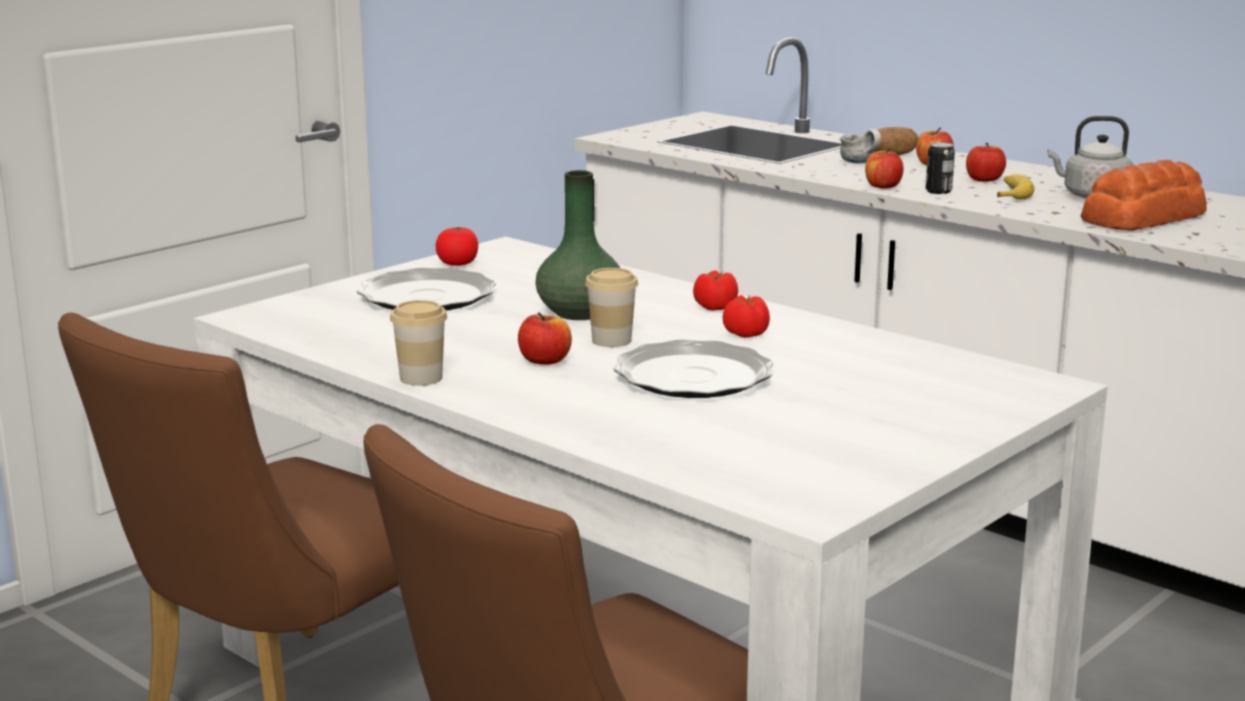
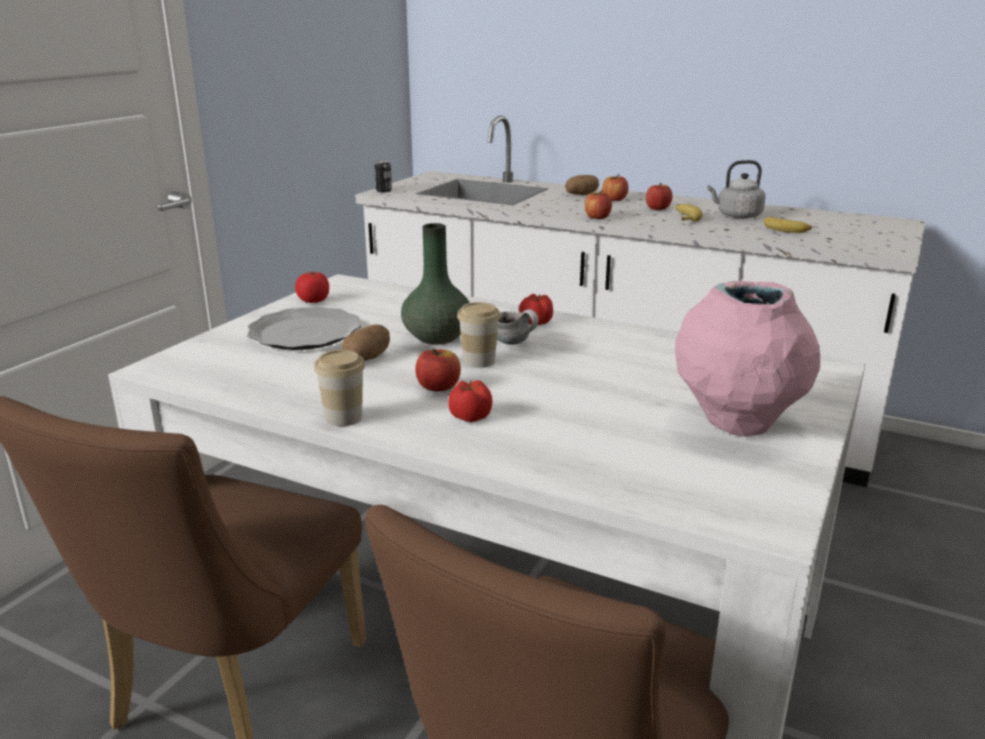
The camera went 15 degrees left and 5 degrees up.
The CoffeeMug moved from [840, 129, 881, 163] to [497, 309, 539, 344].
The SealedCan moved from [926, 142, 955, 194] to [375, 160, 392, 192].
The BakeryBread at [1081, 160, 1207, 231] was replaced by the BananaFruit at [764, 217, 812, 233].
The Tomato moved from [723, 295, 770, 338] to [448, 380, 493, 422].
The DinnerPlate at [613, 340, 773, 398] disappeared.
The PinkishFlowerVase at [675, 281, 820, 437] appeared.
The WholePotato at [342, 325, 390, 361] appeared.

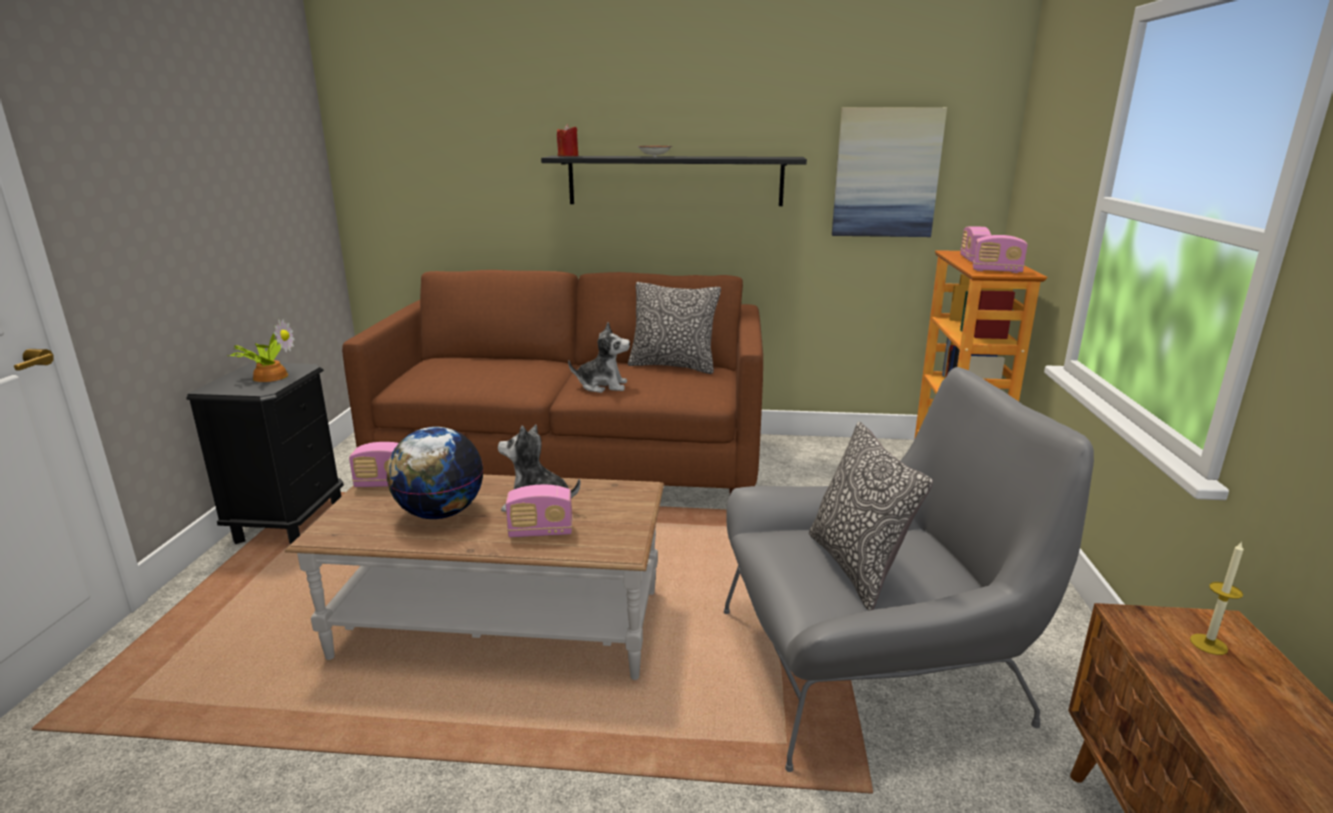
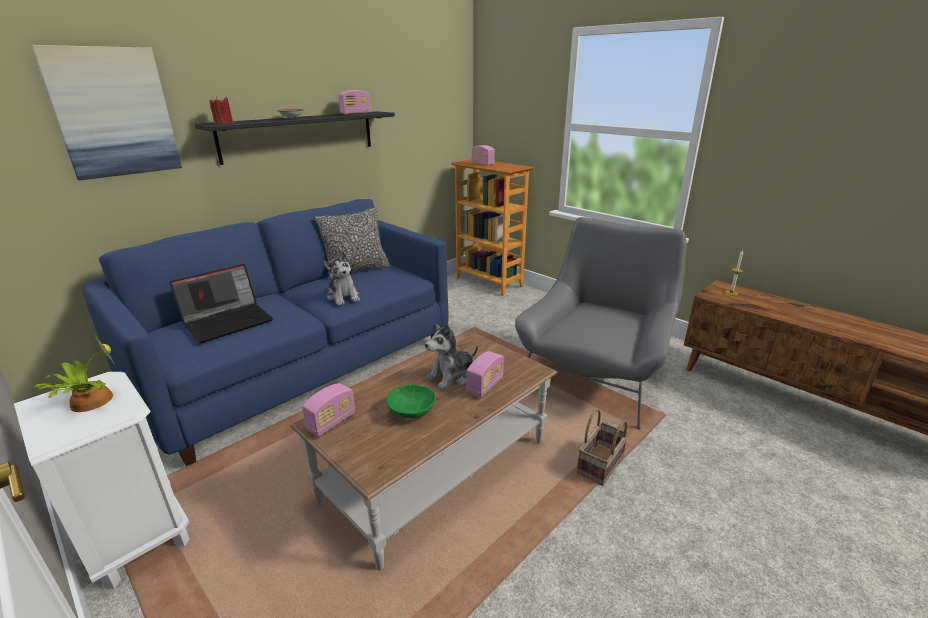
The camera went 50 degrees left and 5 degrees up.
The WallPicture moved from [832, 107, 947, 237] to [31, 45, 182, 180].
The Radio moved from [973, 235, 1028, 273] to [338, 90, 371, 115].
The BrownishCouch at [342, 270, 763, 494] became the BlueCouch at [82, 199, 448, 466].
The SoftToy at [568, 322, 630, 393] turned 105 degrees clockwise.
The BlackColouredBedsideTable at [186, 362, 344, 544] became the WhitishBedsideTable at [14, 372, 190, 589].
The ThrowPillow at [809, 422, 933, 610] disappeared.
The DeskGlobe at [386, 427, 483, 519] was replaced by the GreenServingBowl at [387, 384, 436, 418].
The NotebookComputer at [169, 264, 273, 343] appeared.
The Basket at [577, 409, 629, 486] appeared.

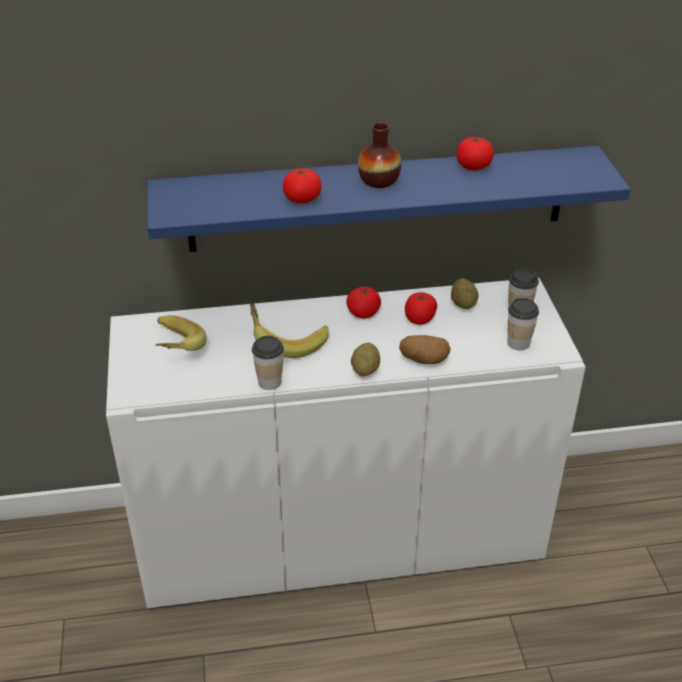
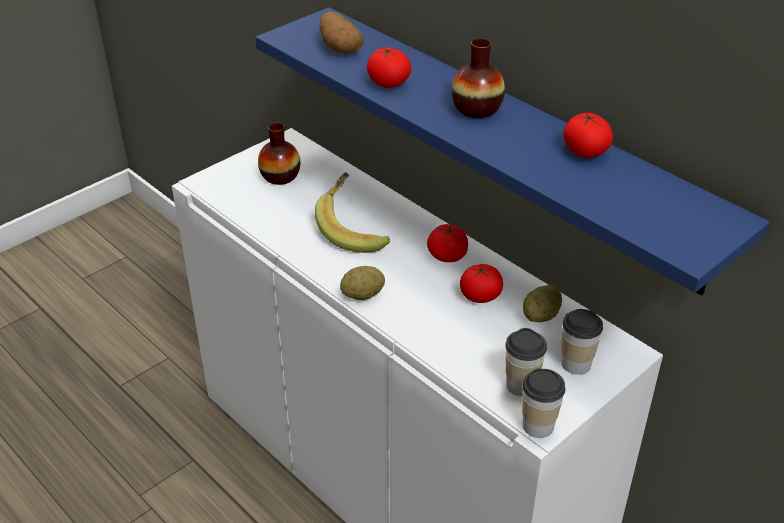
The camera went 55 degrees right and 0 degrees up.
The BananaFruit at [155, 315, 206, 351] was replaced by the FlowerVase at [258, 123, 300, 185].
The WholePotato moved from [399, 335, 450, 364] to [319, 11, 364, 53].
The SmallCup moved from [252, 336, 284, 390] to [522, 368, 565, 438].

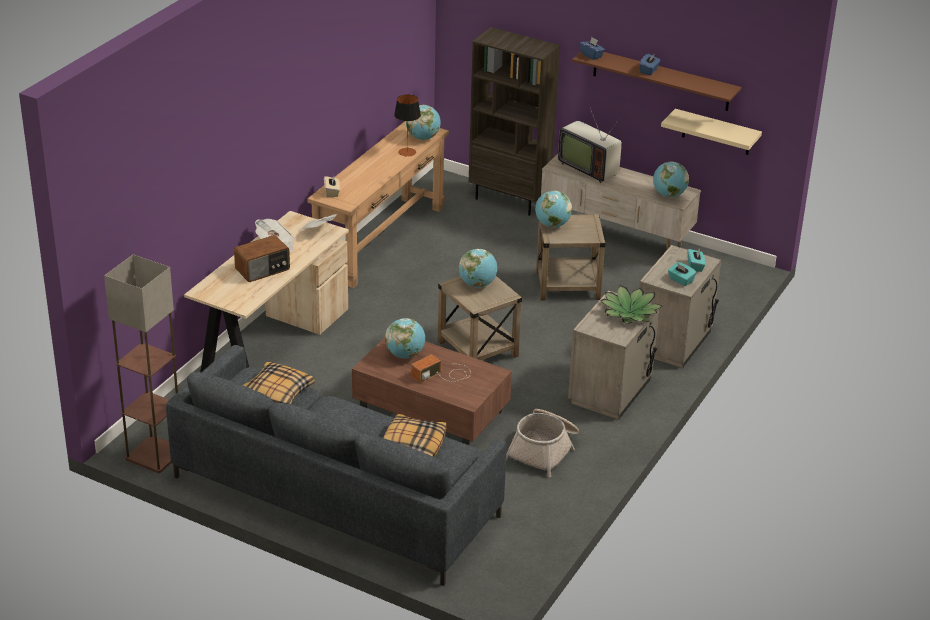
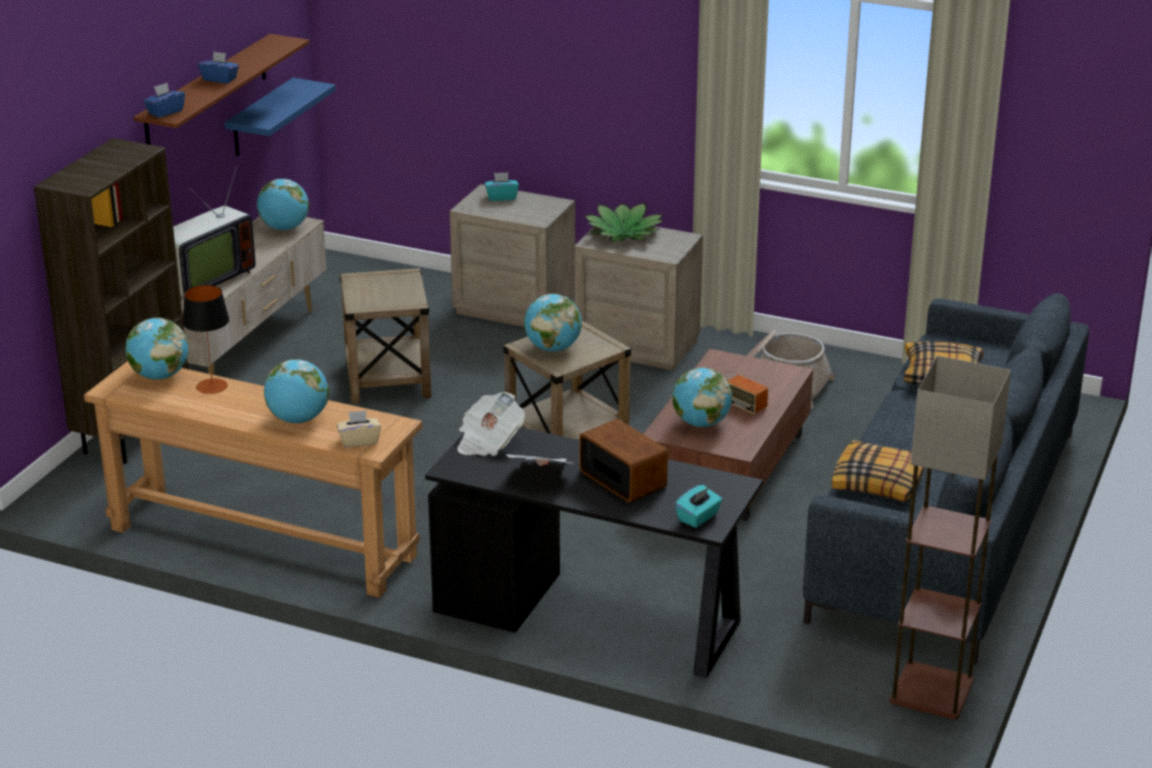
The camera went 95 degrees left and 5 degrees down.
The BeigeColouredBracketShelf at [661, 109, 762, 155] became the BlueBracketShelf at [225, 78, 336, 156].
The DeskGlobe moved from [535, 191, 572, 227] to [264, 359, 329, 423].
The BeigeColouredDeskUnit at [184, 211, 349, 372] became the BlackColouredDeskUnit at [425, 427, 763, 678].
The BlueGreenTissueBox moved from [668, 262, 696, 286] to [675, 485, 722, 528].

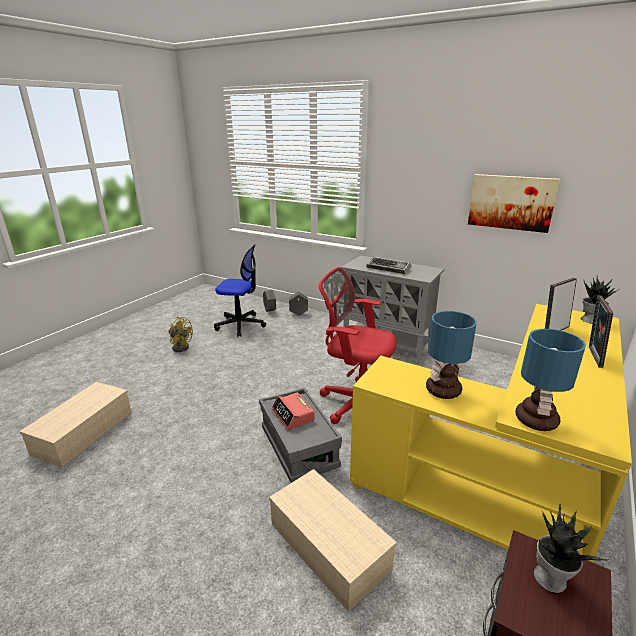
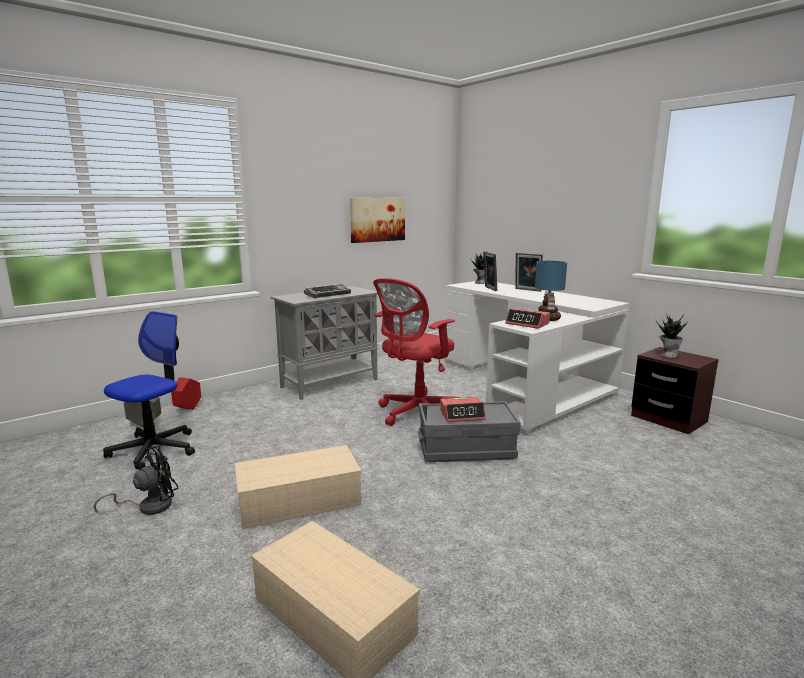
The camera went 70 degrees left and 10 degrees down.
The GreyishPlantPot at [289, 292, 308, 316] became the ReddishPlantPot at [171, 377, 201, 410].
The YellowishDeskUnit at [350, 304, 632, 563] became the WhitishDeskUnit at [445, 281, 630, 435].
The YellowishFan at [168, 317, 193, 352] became the BlackColouredFan at [94, 446, 178, 515].
The TableLamp at [515, 329, 586, 431] disappeared.
The BeigeColouredStorageBox moved from [269, 469, 397, 612] to [235, 445, 361, 529].
The TableClock at [505, 308, 550, 329] appeared.

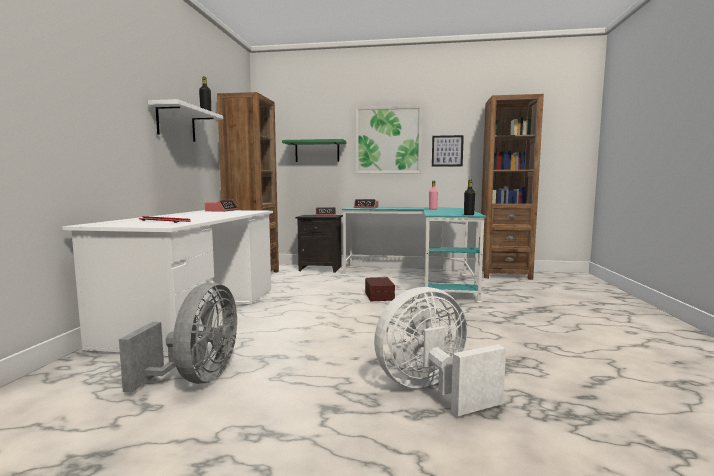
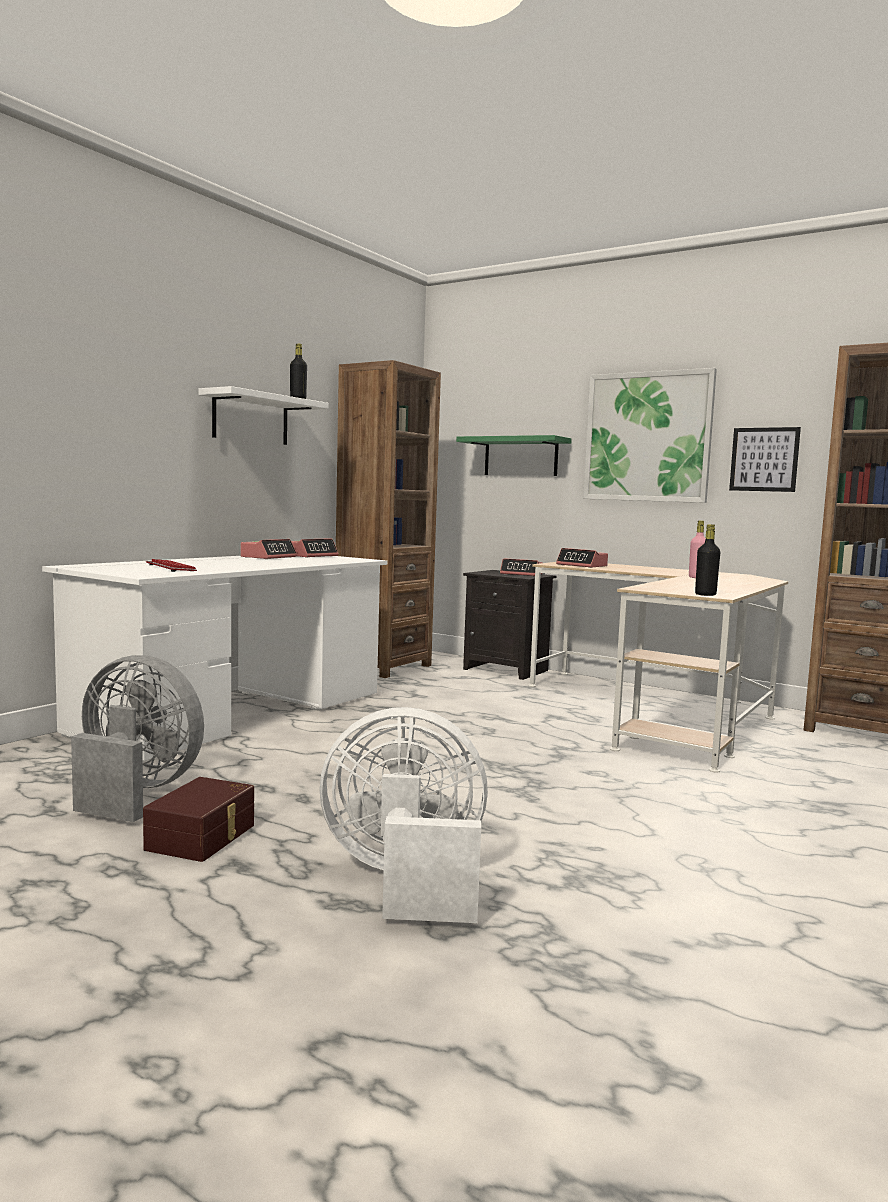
The camera went 25 degrees right and 0 degrees up.
The BlueGreenDeskUnit at [342, 207, 486, 303] became the BeigeColouredDeskUnit at [529, 562, 788, 772].
The BrownishStorageBox moved from [365, 277, 395, 301] to [143, 777, 254, 862].
The GreyishFan at [119, 283, 237, 393] turned 105 degrees counterclockwise.
The TableClock at [240, 539, 297, 559] appeared.

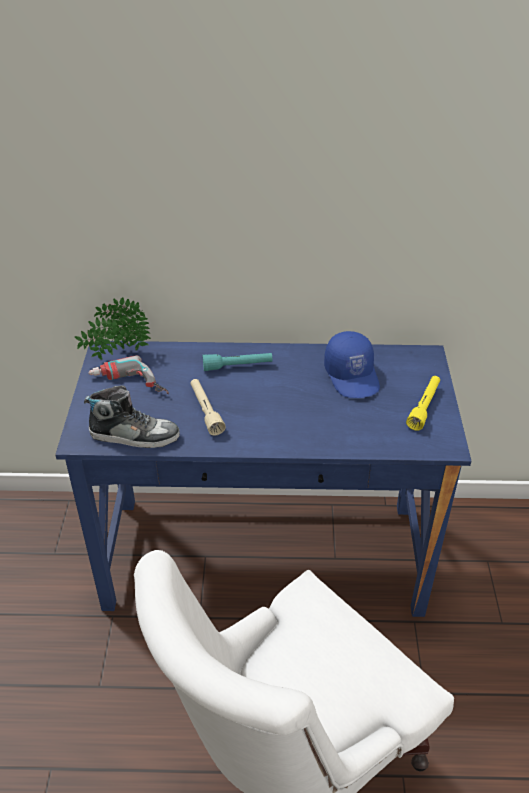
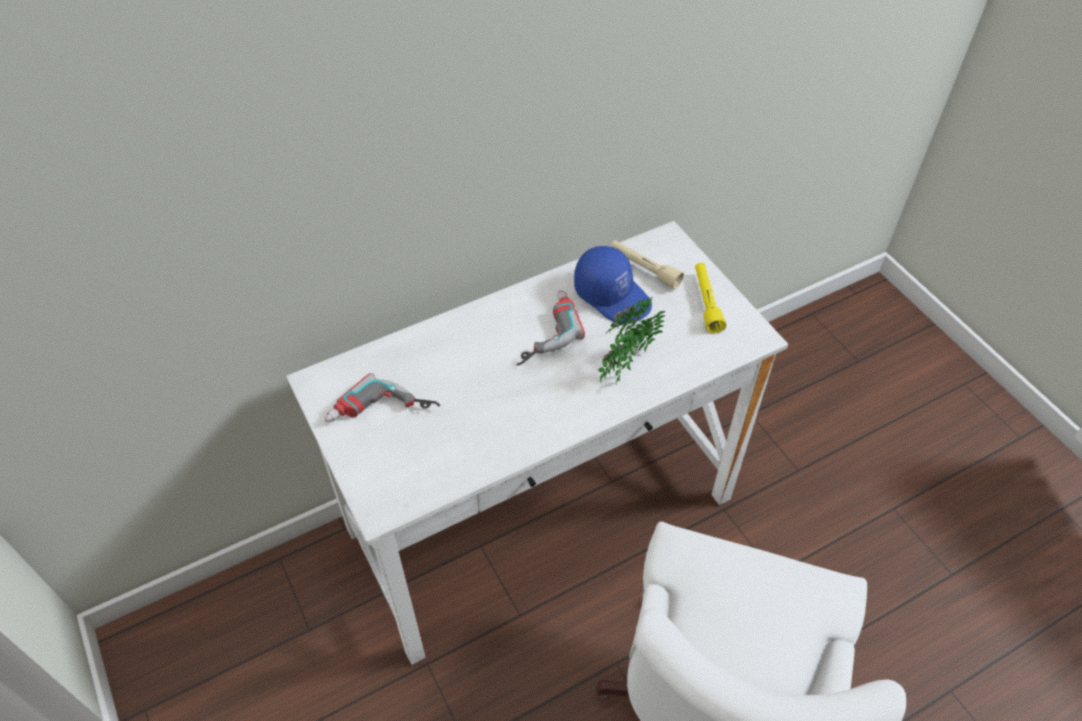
The camera went 30 degrees left and 10 degrees up.
The Houseplant moved from [75, 297, 151, 360] to [598, 297, 665, 385].
The BlueDeskUnit at [55, 341, 471, 617] became the WhitishDeskUnit at [286, 221, 788, 665].
The BlueGreenTorch at [203, 353, 272, 371] disappeared.
The BeigeColouredTorch moved from [190, 379, 226, 436] to [610, 240, 684, 290].
The LowShoe at [84, 385, 180, 448] disappeared.
The ElectricDrill at [517, 290, 585, 366] appeared.

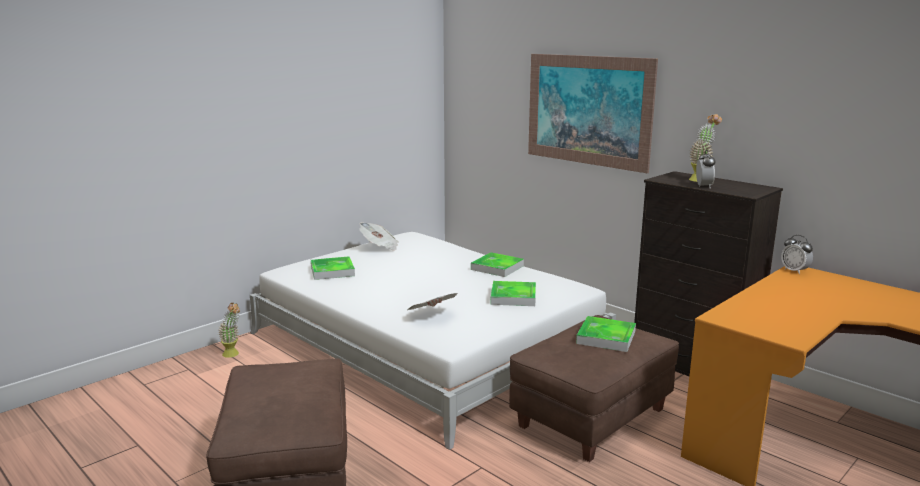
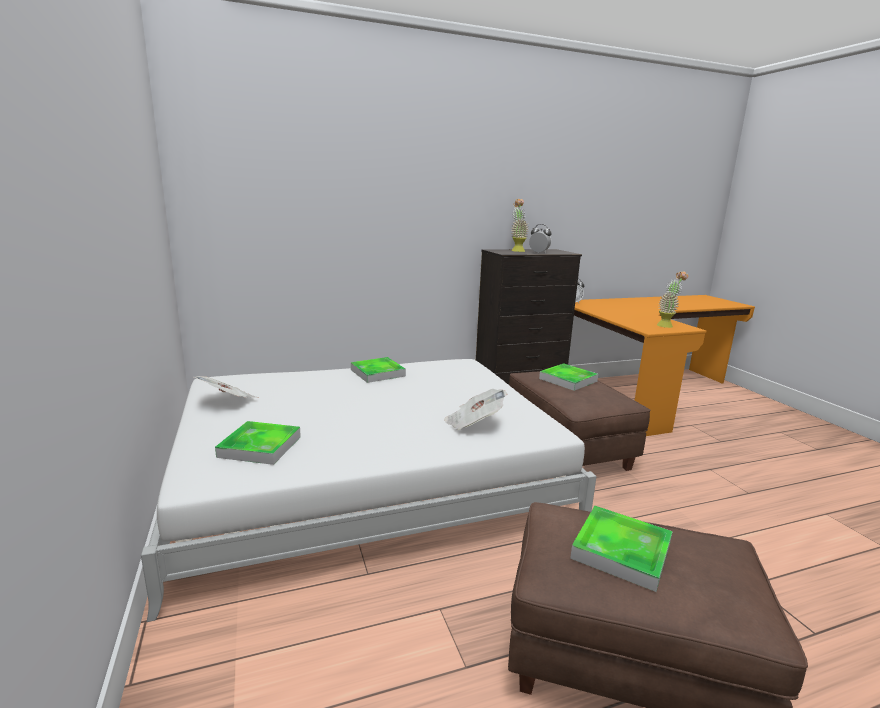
The camera went 65 degrees left and 0 degrees up.
The WallPicture at [528, 54, 658, 173] disappeared.
The Tray moved from [491, 281, 536, 306] to [570, 506, 673, 592].
The Houseplant moved from [218, 303, 240, 358] to [657, 271, 688, 328].

